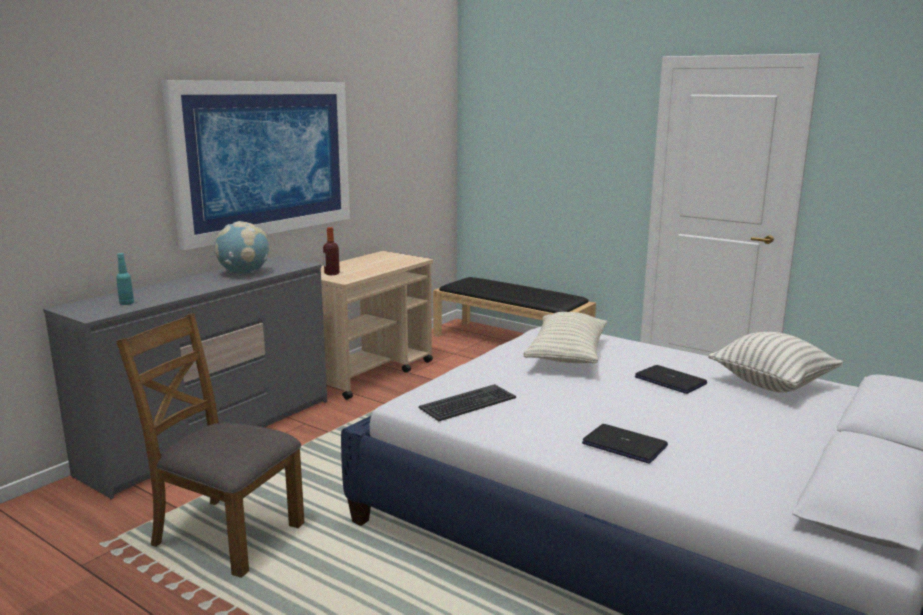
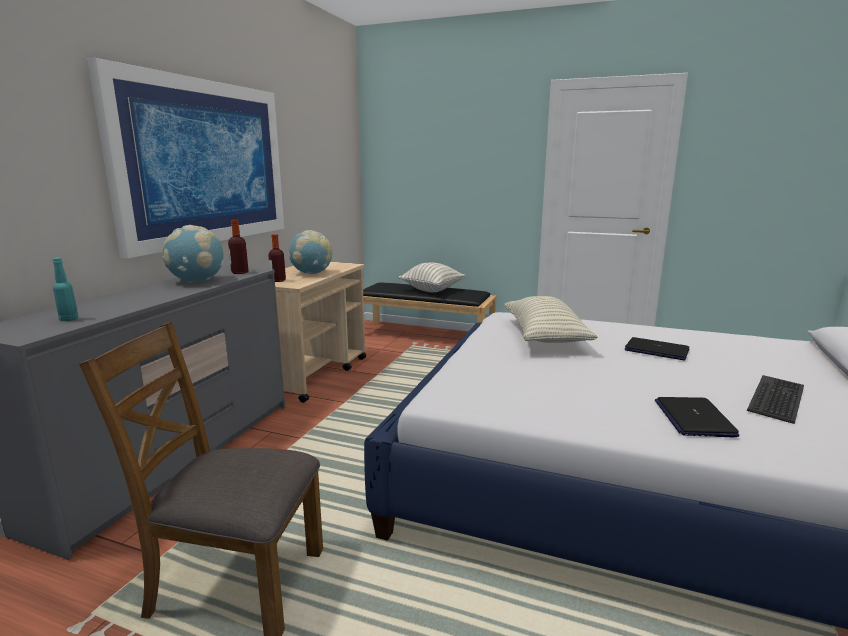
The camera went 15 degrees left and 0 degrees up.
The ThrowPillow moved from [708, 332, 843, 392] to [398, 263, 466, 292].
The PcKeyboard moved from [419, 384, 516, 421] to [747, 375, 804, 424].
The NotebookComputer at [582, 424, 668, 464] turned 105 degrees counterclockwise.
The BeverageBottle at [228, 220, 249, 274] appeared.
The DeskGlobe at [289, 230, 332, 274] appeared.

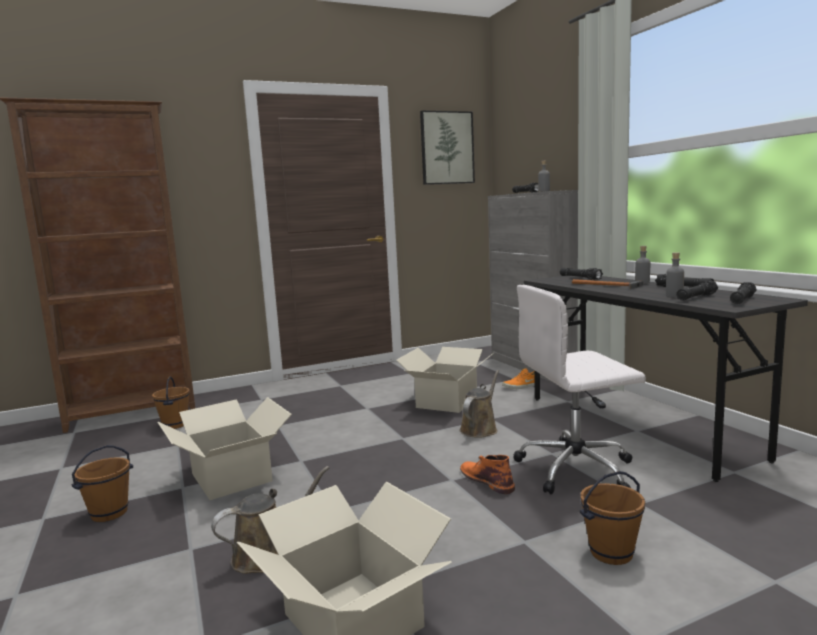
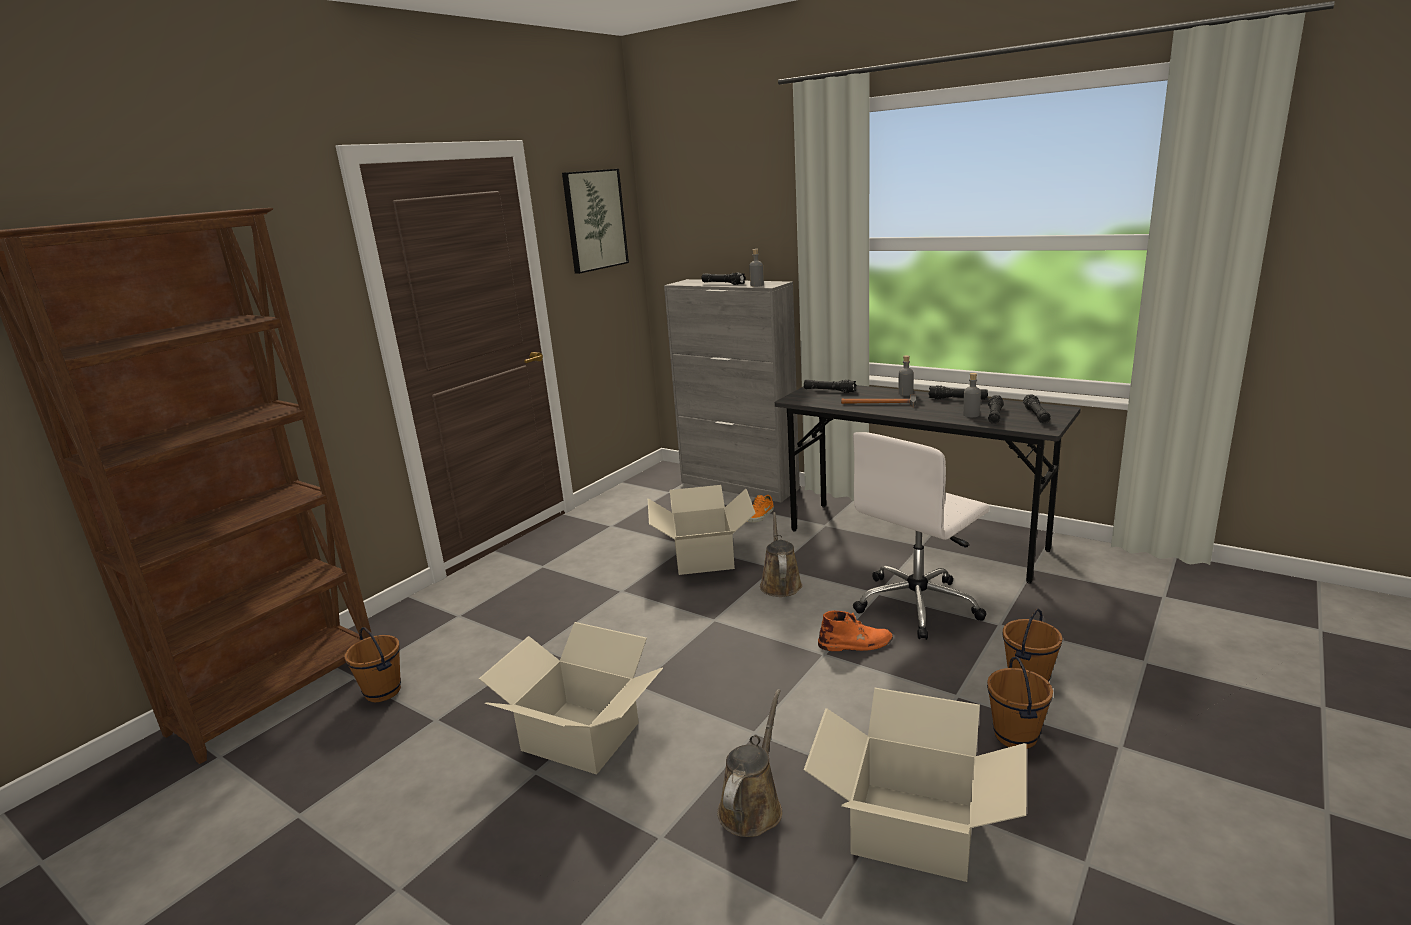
The camera went 30 degrees left and 10 degrees up.
The BrownishWaterBucket moved from [72, 445, 133, 522] to [987, 657, 1053, 749].
The OrangeColouredBoot at [460, 455, 515, 494] turned 150 degrees clockwise.

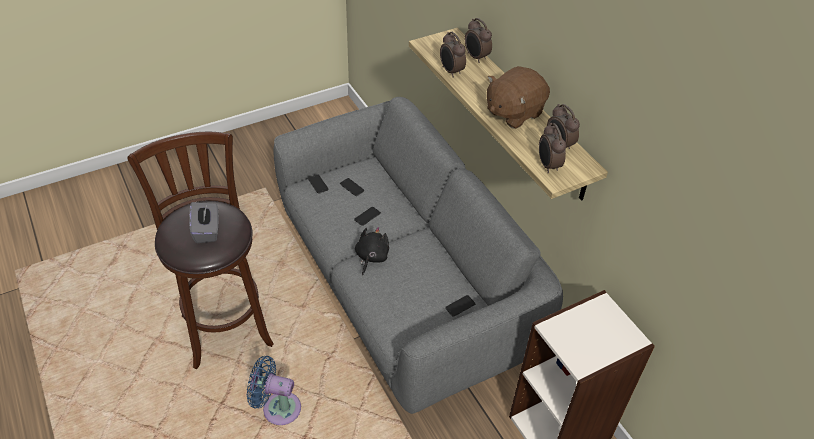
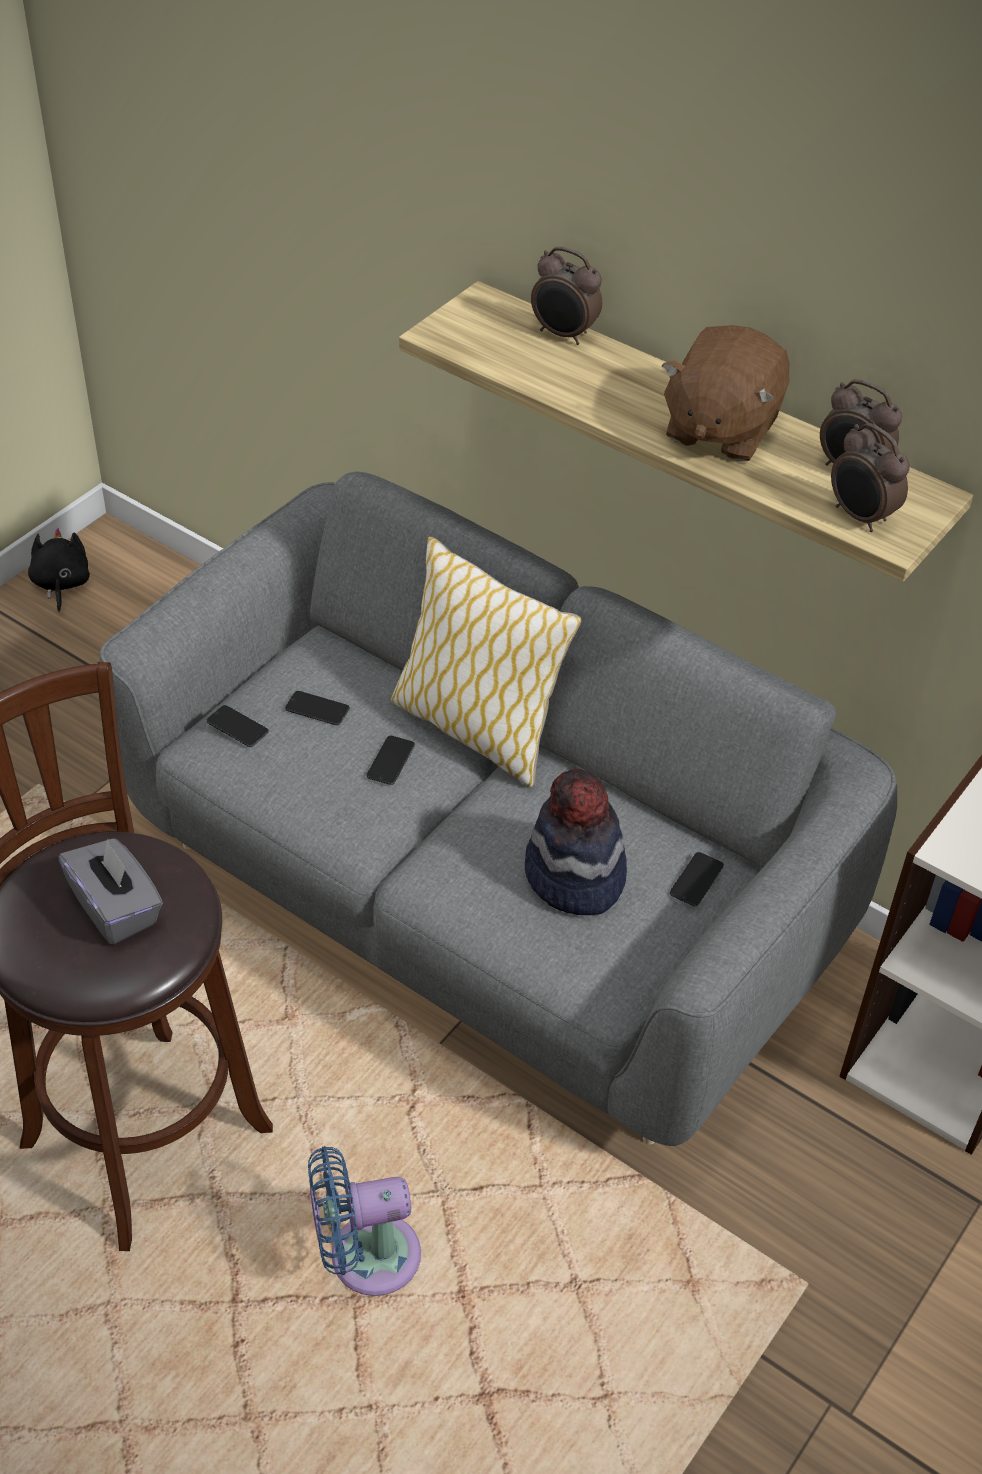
The camera went 25 degrees left and 0 degrees up.
The TableClock at [440, 32, 466, 78] disappeared.
The BlackColouredSoftToy moved from [355, 227, 389, 275] to [28, 528, 90, 612].
The ThrowPillow at [391, 537, 581, 787] appeared.
The ClothingHat at [525, 768, 627, 915] appeared.

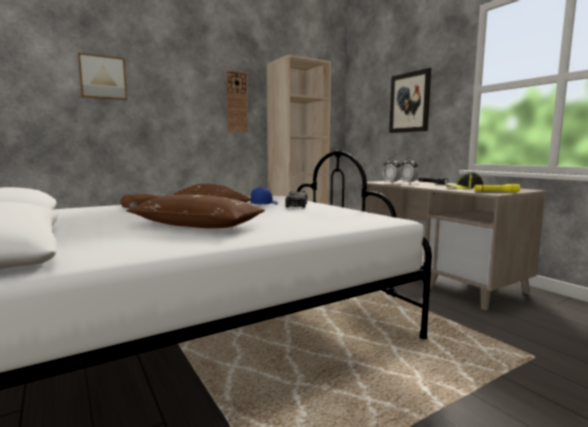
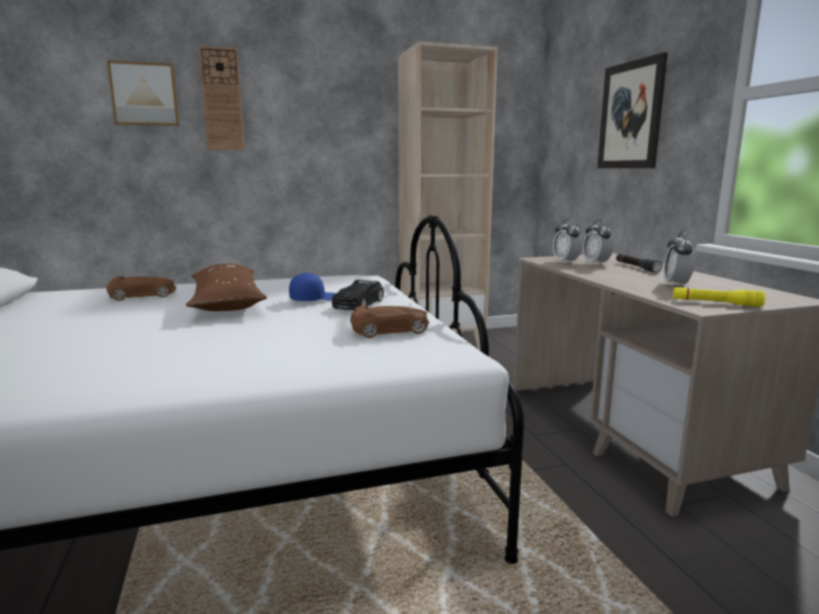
The camera went 15 degrees right and 5 degrees up.
The ClockOnTheWall moved from [226, 70, 248, 132] to [198, 46, 245, 150].
The BaseballCap at [446, 172, 484, 189] was replaced by the TableClock at [663, 231, 695, 287].
The BrownishThrowPillow at [126, 194, 265, 228] disappeared.
The BrownishToyCar at [350, 305, 429, 338] appeared.

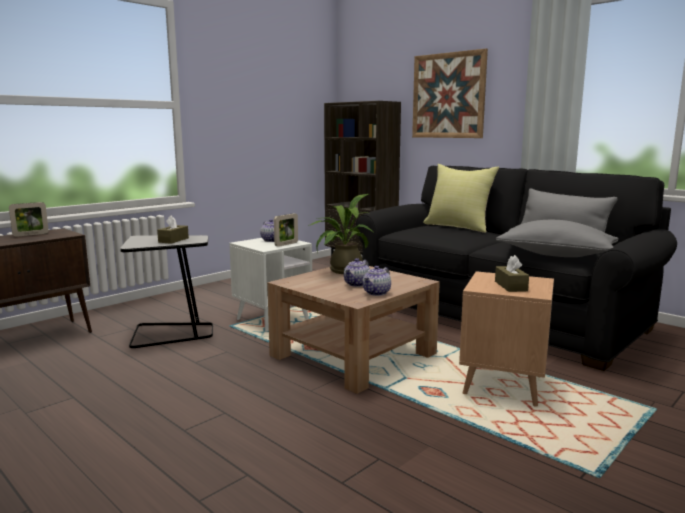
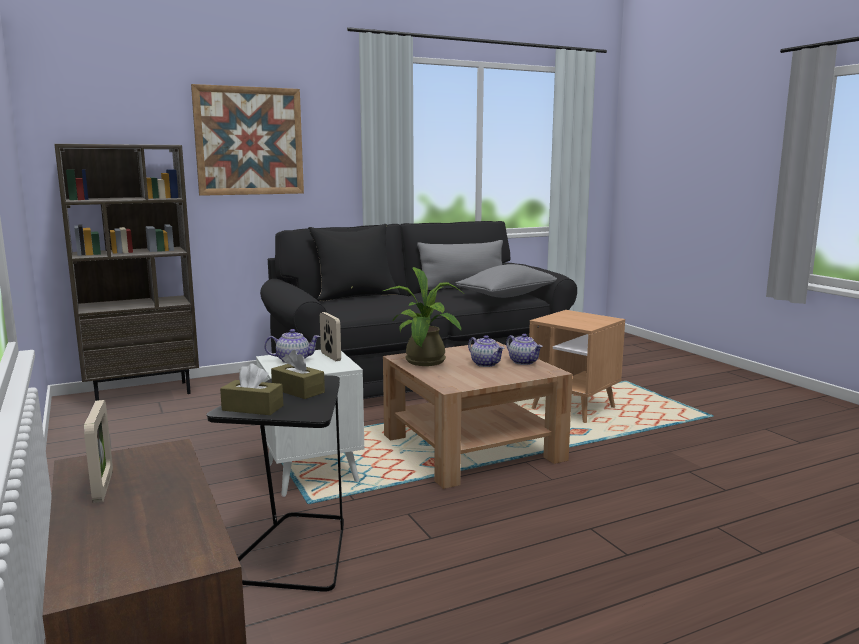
The camera went 70 degrees left and 0 degrees up.
The YellowishThrowPillow at [423, 164, 499, 233] became the BlackColouredThrowPillow at [308, 224, 400, 301].
The BrownishTissueBox moved from [495, 255, 529, 292] to [220, 363, 283, 415].

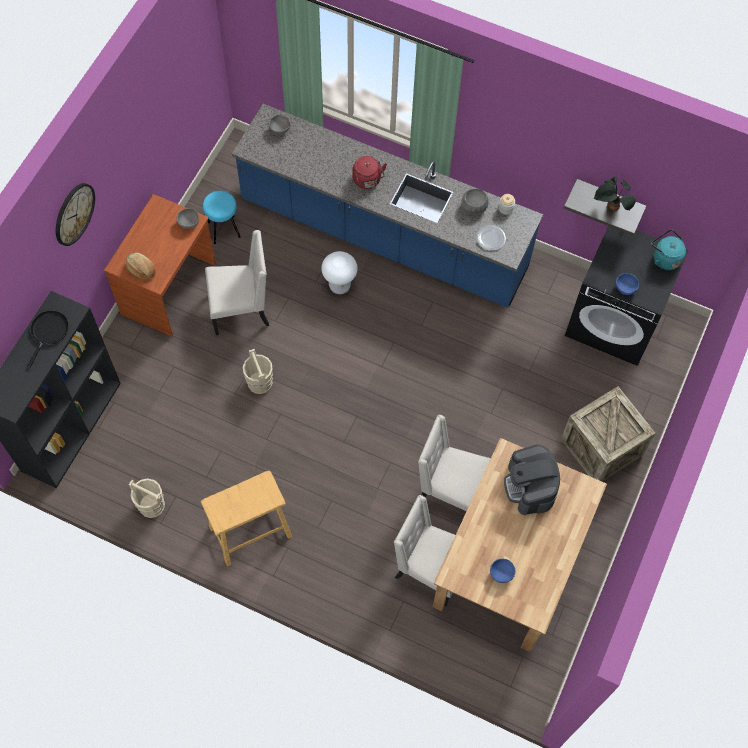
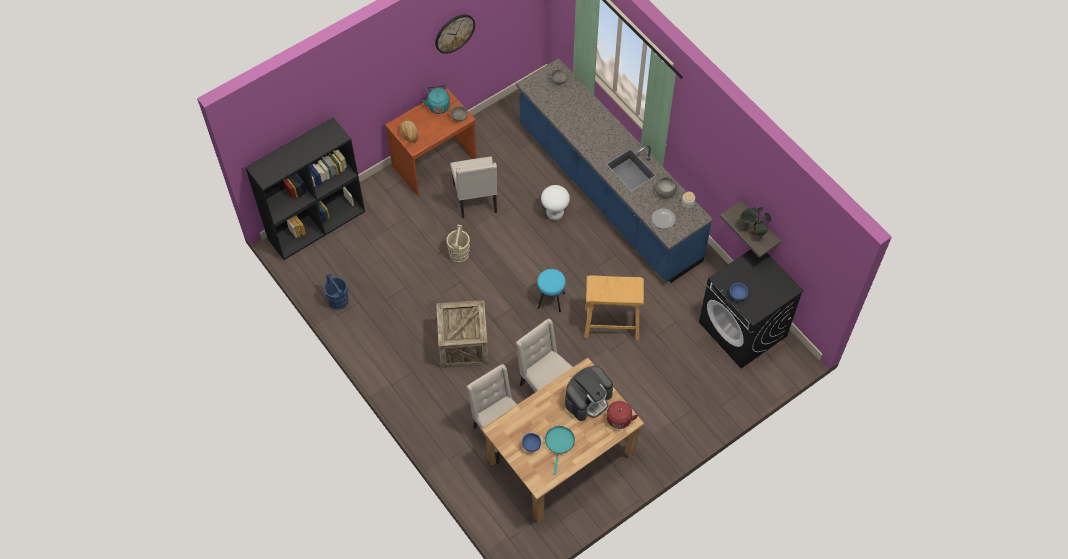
The camera went 30 degrees right and 5 degrees down.
The ReddishTeaKettle moved from [352, 156, 387, 189] to [606, 401, 638, 429].
The ClockOnTheWall moved from [56, 183, 95, 246] to [435, 14, 475, 54].
The BlueGreenStoolSeat moved from [203, 191, 241, 244] to [537, 269, 566, 312].
The BeigeColouredPlainChair at [205, 230, 269, 335] turned 60 degrees clockwise.
The BlueGreenTeaKettle moved from [651, 230, 686, 270] to [422, 85, 450, 114].
The BlackColouredPan at [27, 310, 69, 368] disappeared.
The PackingCrate moved from [561, 386, 656, 481] to [436, 300, 489, 368].
The CoffeeMaker at [504, 445, 560, 515] turned 150 degrees counterclockwise.
The BeigeColouredStoolSeat moved from [201, 471, 292, 566] to [584, 275, 644, 340].
The BeigeColouredWaterBucket at [129, 479, 165, 518] became the BlueWaterBucket at [323, 273, 349, 310].
The BlueGreenPan at [545, 426, 575, 474] appeared.

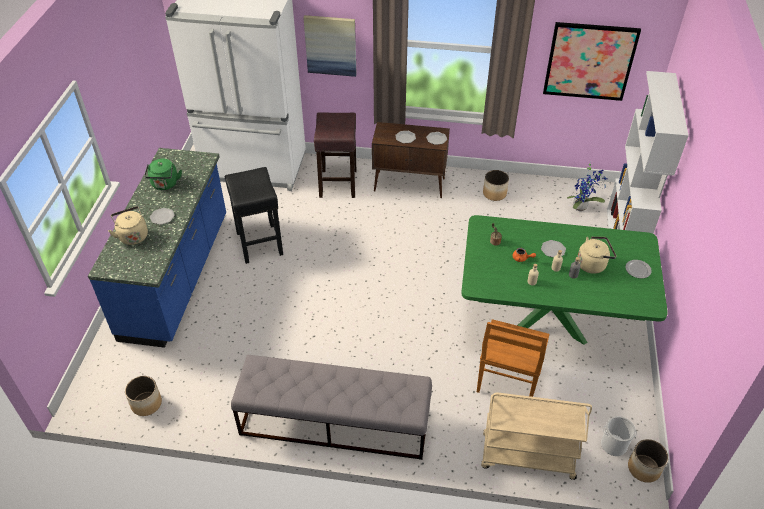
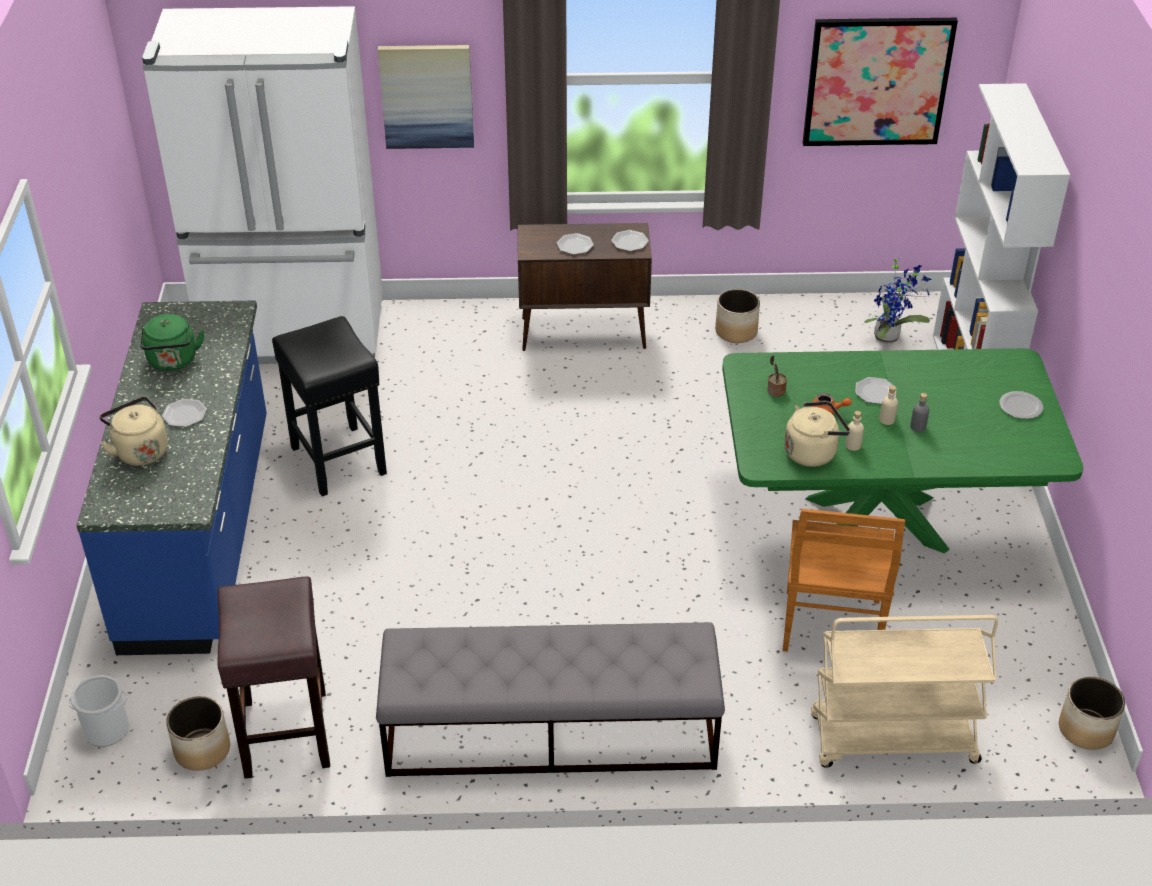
The camera went 10 degrees left and 5 degrees down.
The BrownishStoolSeat moved from [314, 112, 356, 198] to [217, 577, 330, 779].
The BeigeColouredTeaKettle moved from [577, 236, 616, 274] to [784, 401, 850, 467].
The WaterBucket moved from [601, 416, 637, 456] to [68, 675, 129, 747].

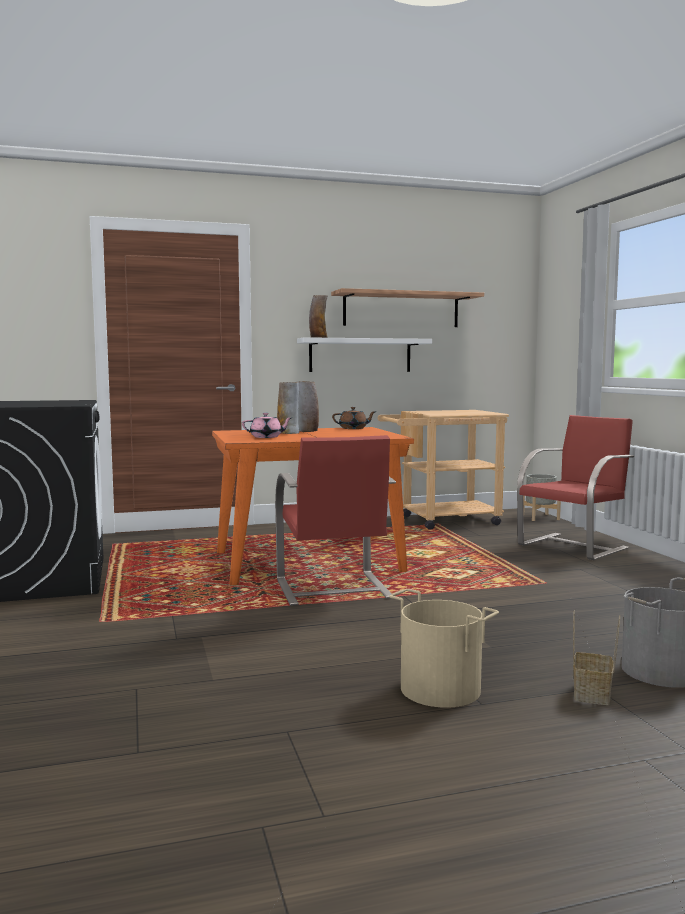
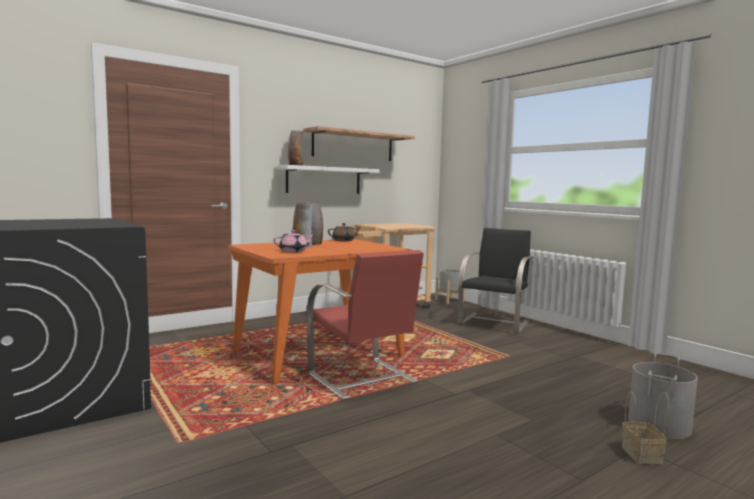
The camera went 20 degrees left and 0 degrees up.
The ReddishPlainChair at [517, 415, 634, 560] became the BlackColouredPlainChair at [458, 228, 534, 334].
The BeigeColouredWaterBucket at [389, 589, 499, 708] disappeared.

